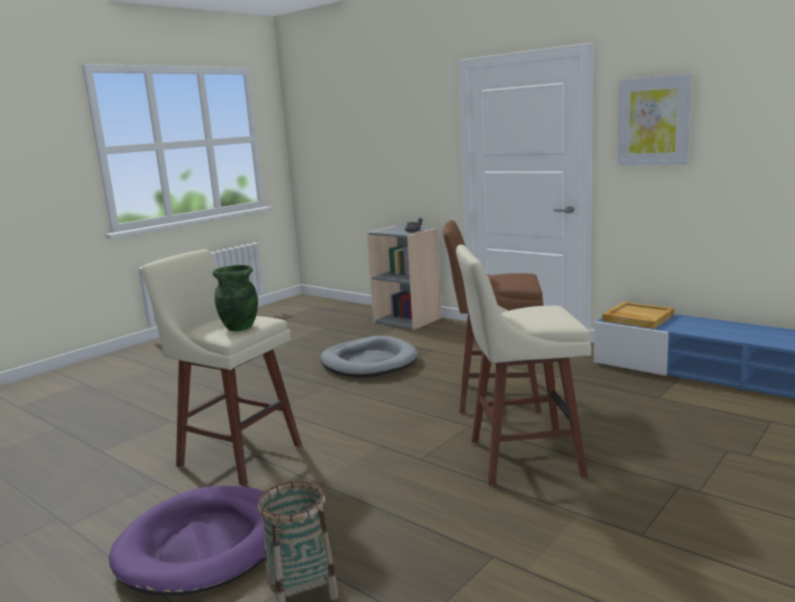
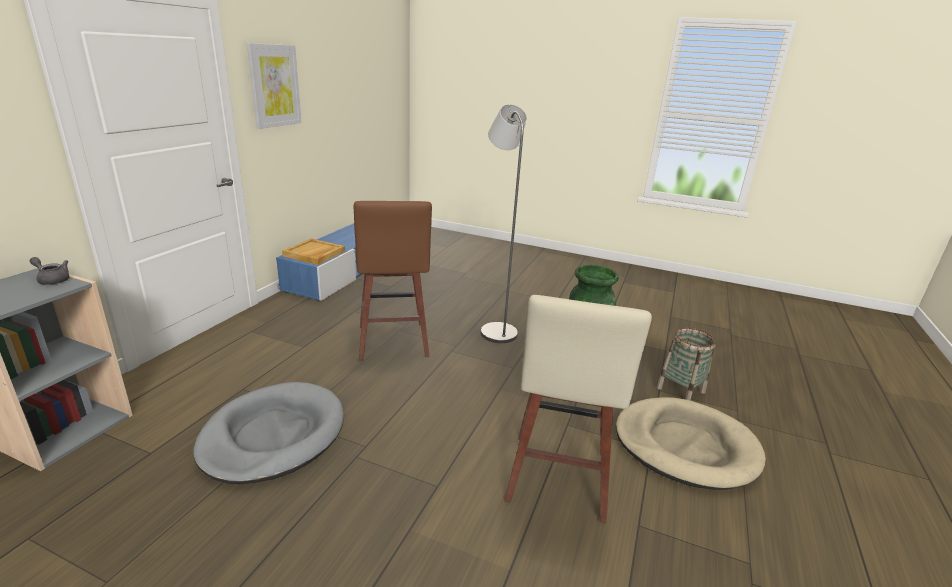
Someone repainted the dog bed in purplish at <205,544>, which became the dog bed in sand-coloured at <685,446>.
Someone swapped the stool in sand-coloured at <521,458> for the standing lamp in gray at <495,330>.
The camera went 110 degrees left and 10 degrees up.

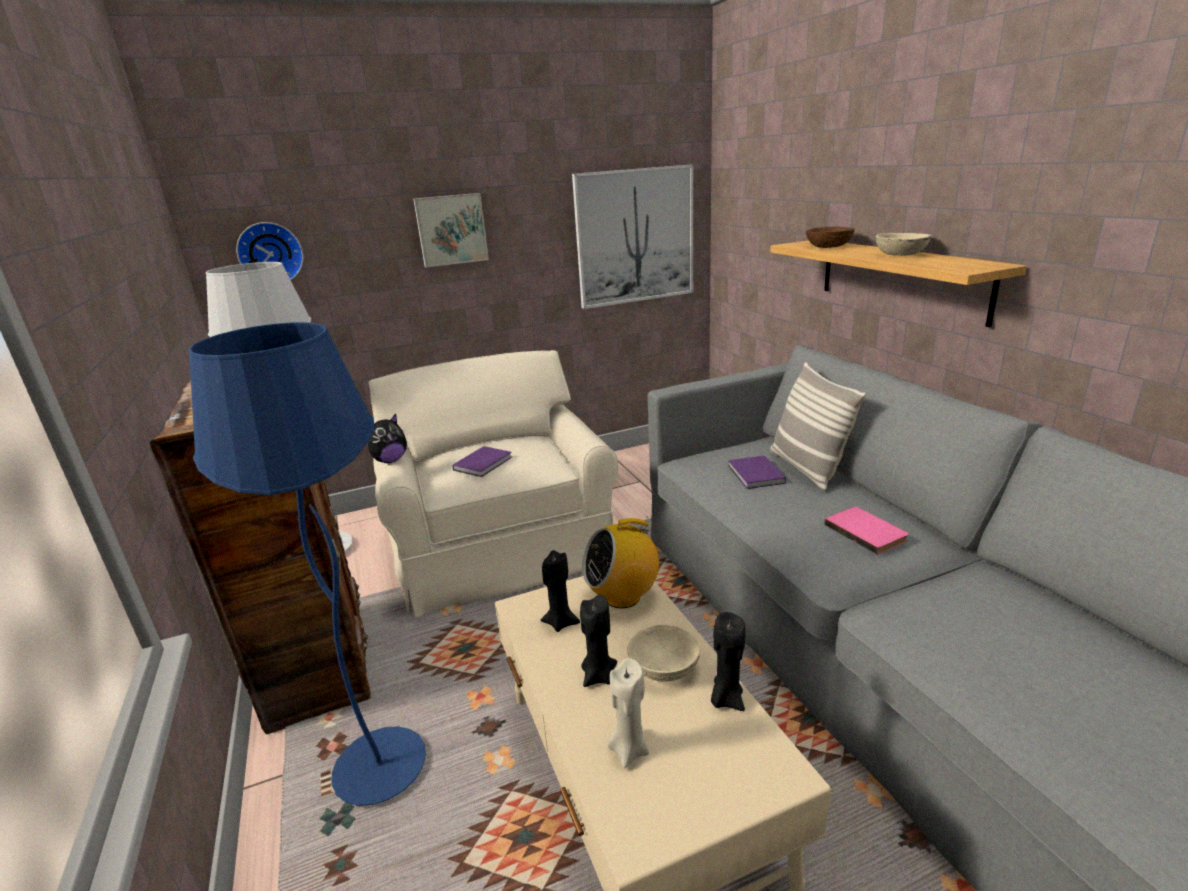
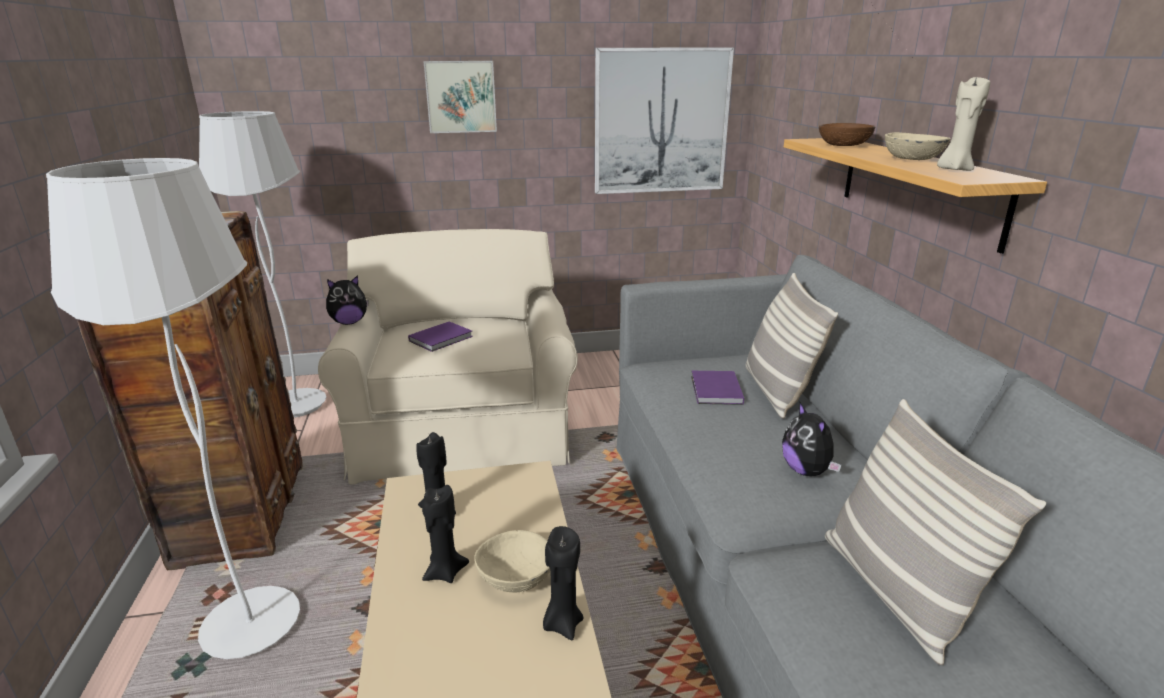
Someone repainted the standing lamp in blue-coloured at <381,769>, which became the standing lamp in whitish at <252,626>.
Someone took away the hanging clock at <270,253>.
Someone took away the radio receiver at <622,596>.
Someone carried the wax candle in sand-coloured from <629,749> to <954,169>.
Someone swapped the bound book in pink-coloured at <867,532> for the cuddly toy at <807,471>.
Someone put down the pillow at <895,591>.
The camera went 10 degrees right and 0 degrees up.

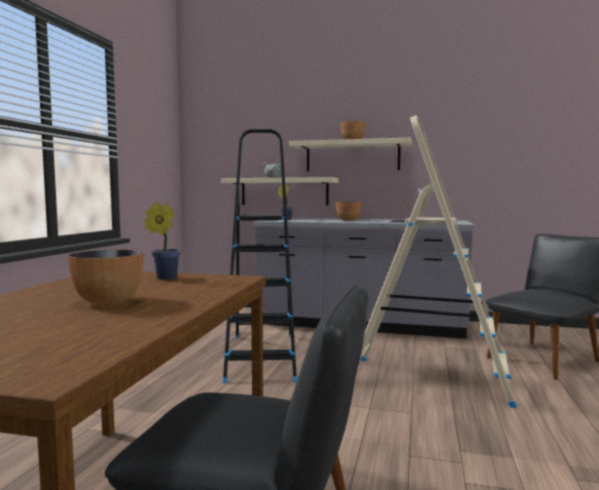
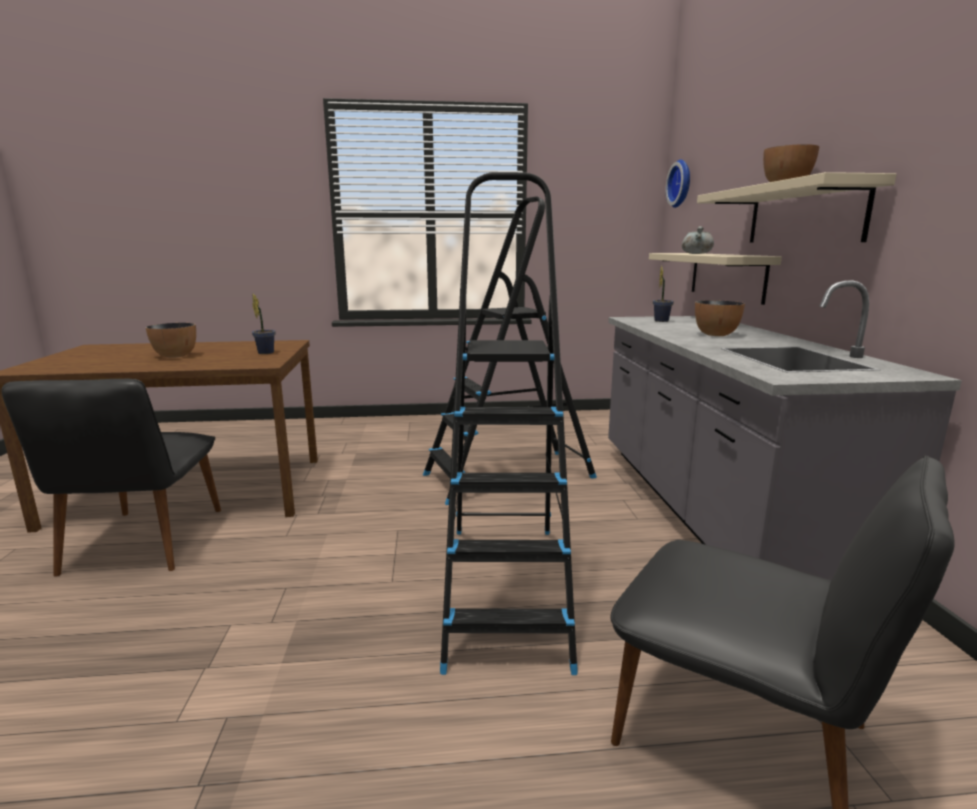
Someone repainted the step ladder in sand-coloured at <429,380>, which became the step ladder in blackish at <505,589>.
Someone put up the hanging clock at <681,183>.
The camera went 70 degrees right and 10 degrees up.

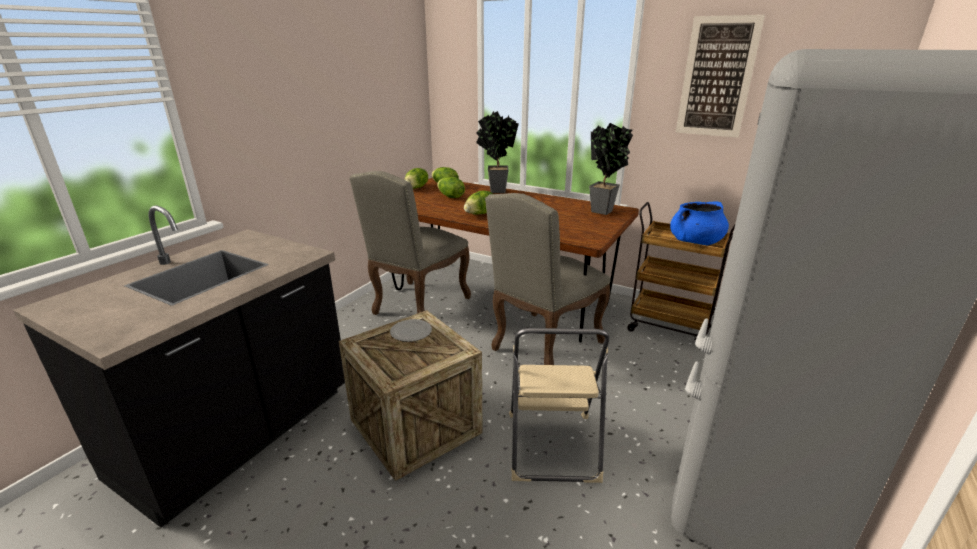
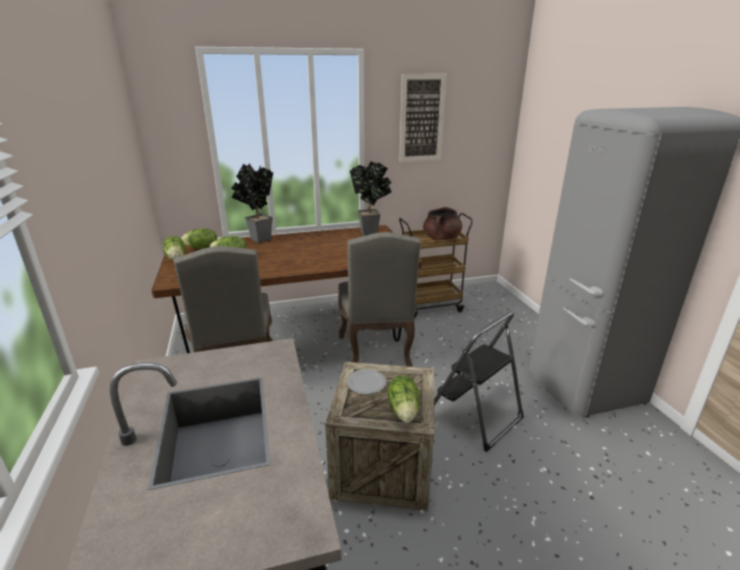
Someone carried the lettuce from <480,214> to <404,410>.
Someone repainted the step ladder in sand-coloured at <552,448>, which became the step ladder in blackish at <476,417>.
Someone repainted the stockpot in blue-coloured at <695,242>, which became the stockpot in brownish at <441,239>.
The camera went 45 degrees left and 0 degrees up.

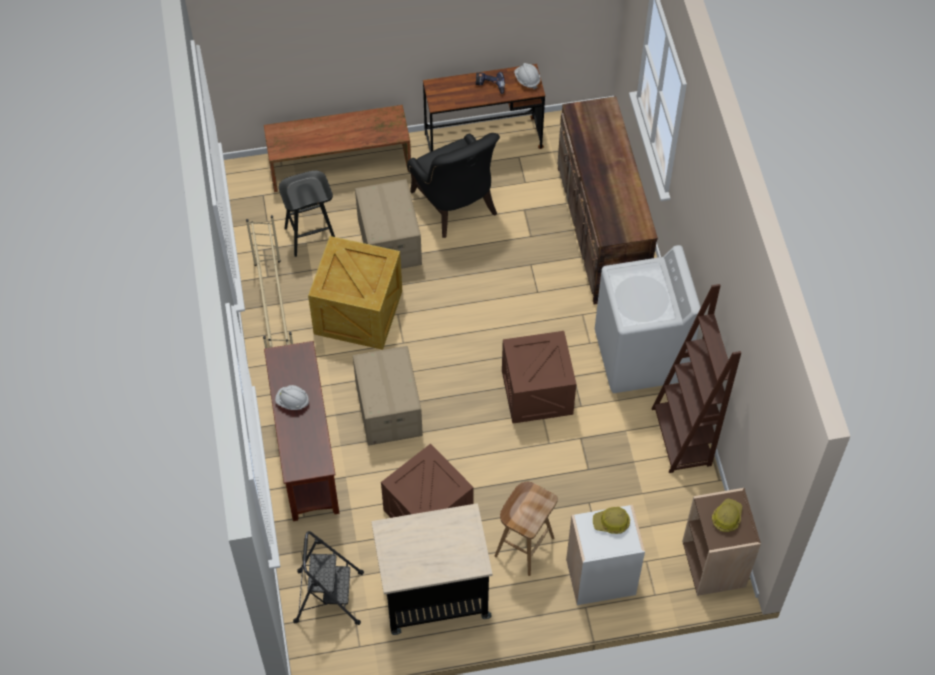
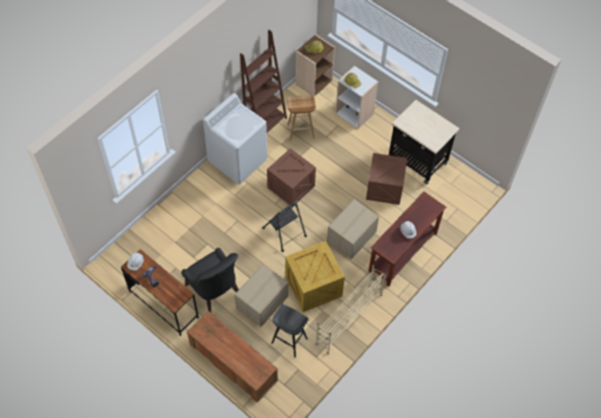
Someone carried the step ladder in blackish from <326,596> to <285,232>.
Someone rotated the chair in blackish at <455,203> by 120 degrees clockwise.
Someone carried the stool in brownish from <524,546> to <300,131>.
Someone took away the storage cabinet in brownish at <600,232>.
The camera went 130 degrees left and 0 degrees up.

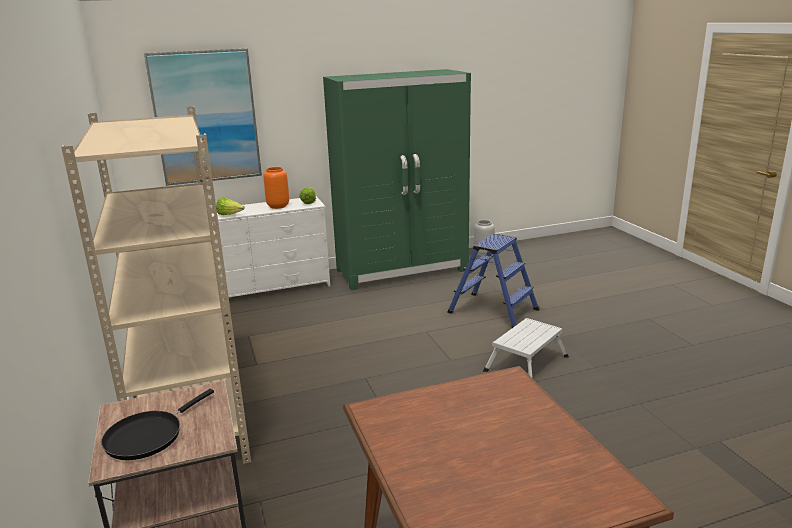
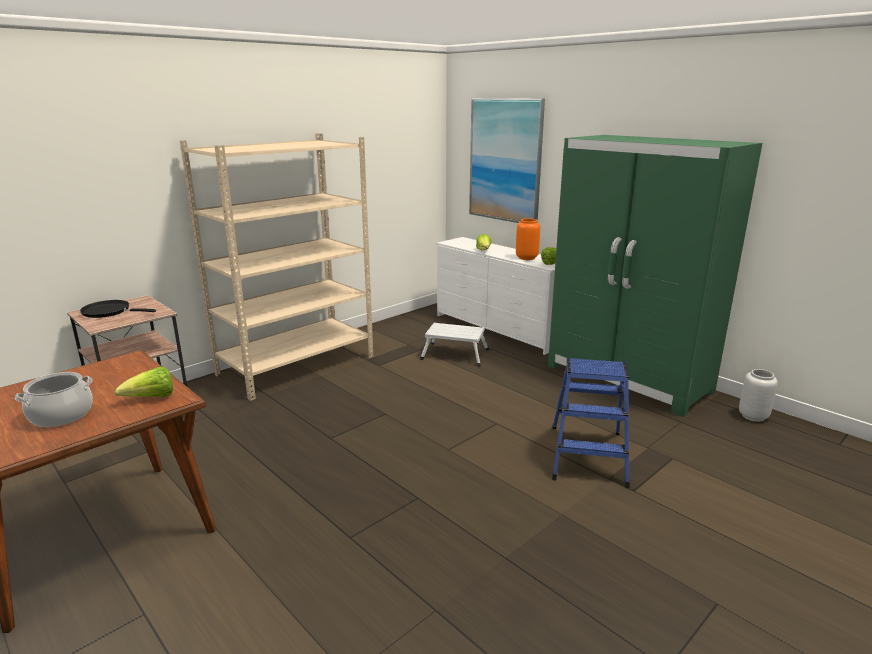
Someone carried the step ladder in whitish from <526,363> to <455,354>.
Someone put down the stockpot at <61,415>.
Someone put down the lettuce at <151,398>.
The camera went 65 degrees right and 0 degrees up.

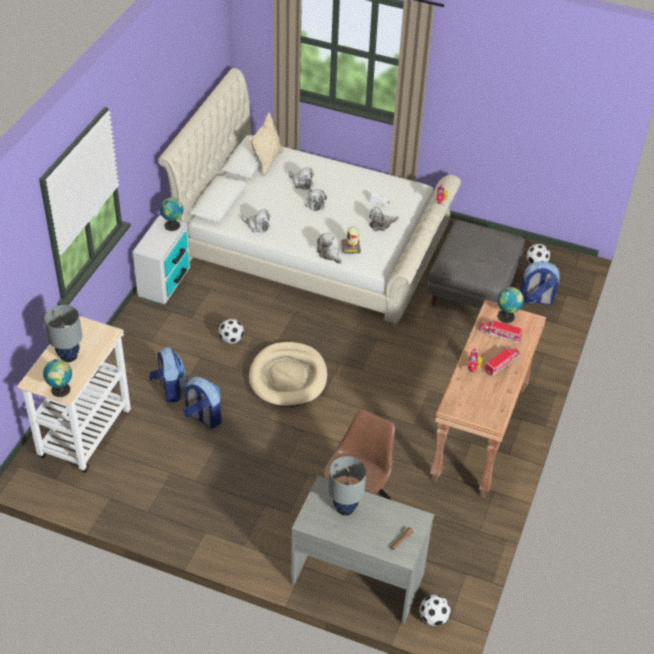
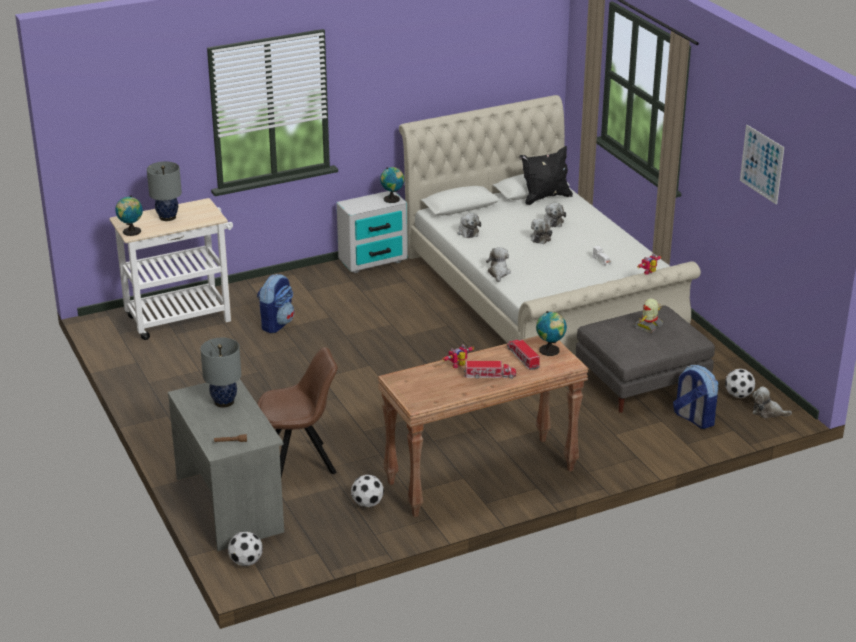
Someone took away the rucksack at <203,417>.
Someone carried the football ball from <231,339> to <368,503>.
Someone repainted the pillow in sand-coloured at <266,162>, which became the pillow in blackish at <545,197>.
Someone took away the dog bed in sand-coloured at <288,377>.
Someone carried the robot figure from <351,248> to <648,326>.
Someone carried the cuddly toy from <381,224> to <767,412>.
Someone put up the picture at <761,164>.
The camera went 45 degrees right and 15 degrees down.

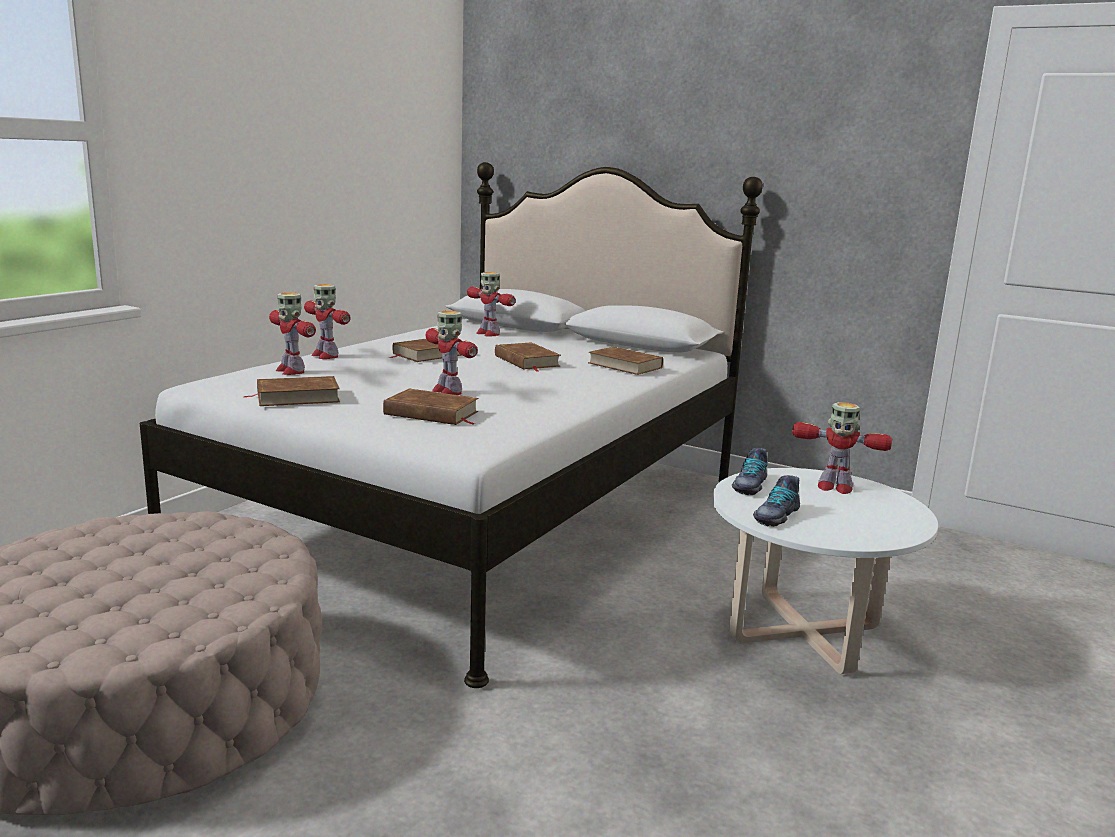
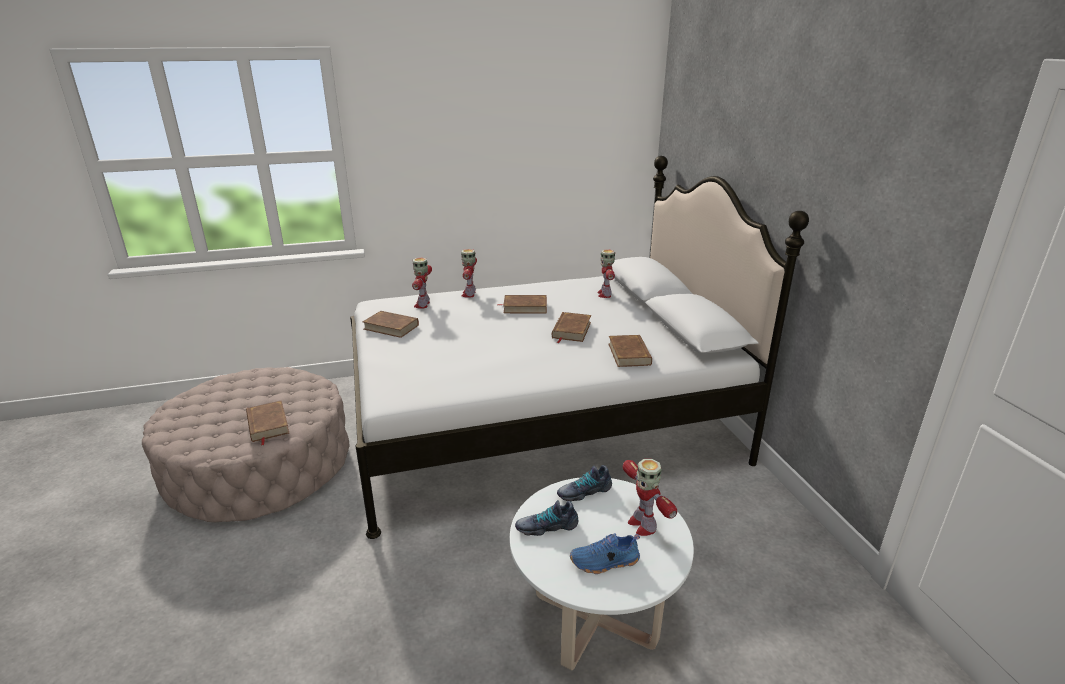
Someone carried the bound book in brownish from <431,413> to <267,425>.
Someone took away the robot figure at <447,391>.
Someone put down the shoe in blue-coloured at <605,563>.
The camera went 45 degrees right and 10 degrees up.

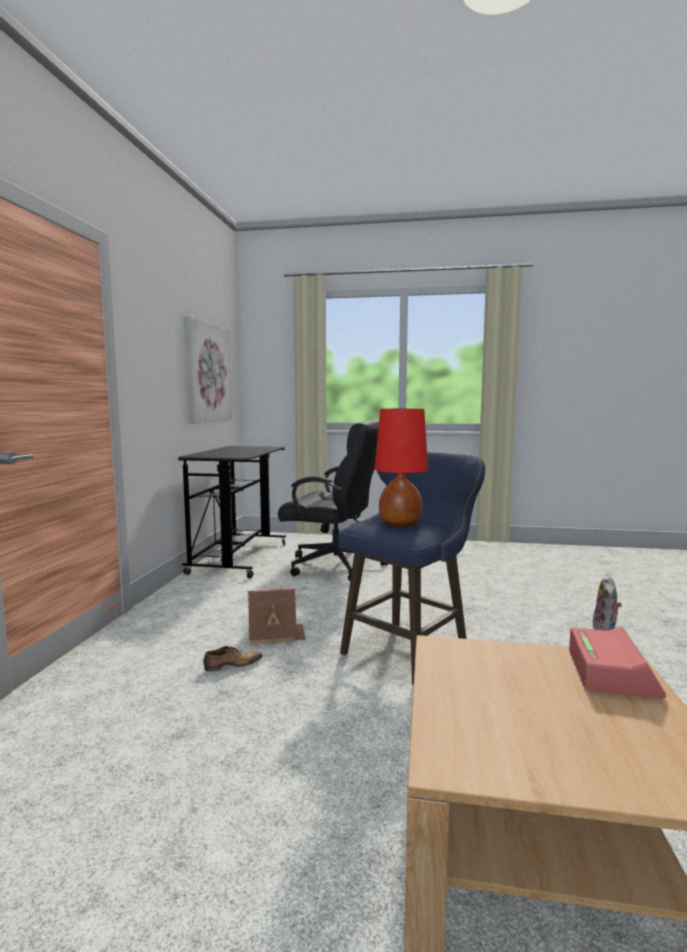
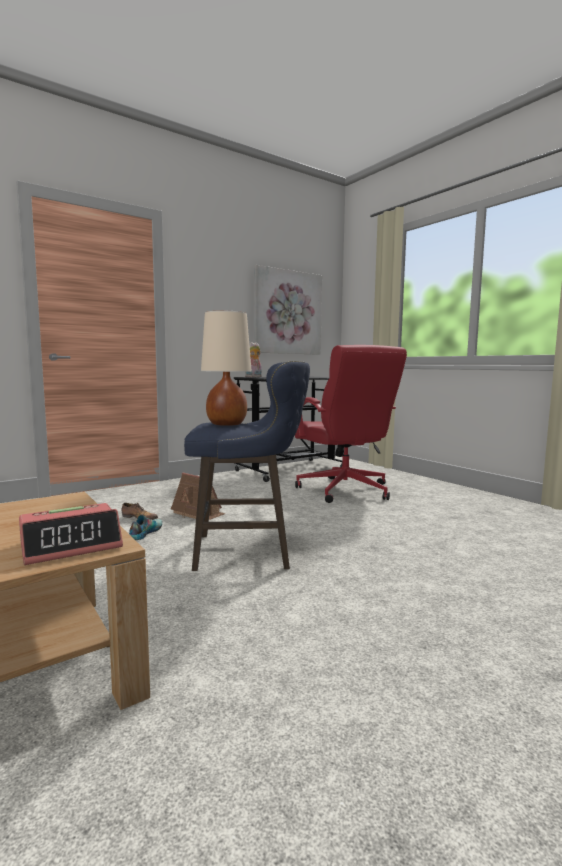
Someone repainted the office chair in blackish at <335,565>, which became the office chair in red-coloured at <344,489>.
Someone repainted the table lamp in red-coloured at <399,524>, which became the table lamp in sand-coloured at <226,424>.
Someone carried the cuddly toy from <606,628> to <253,377>.
Someone put down the shoe at <144,532>.
The camera went 45 degrees right and 0 degrees up.

